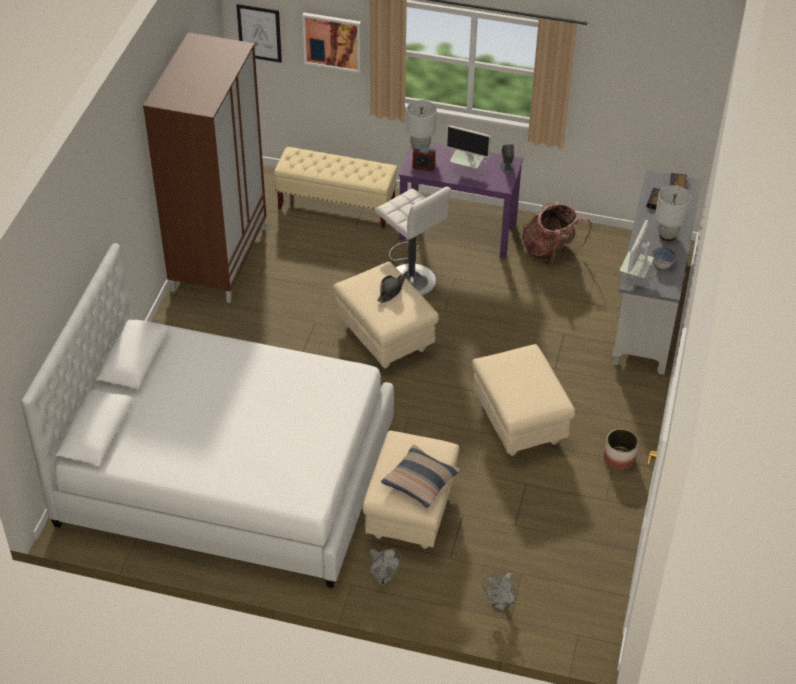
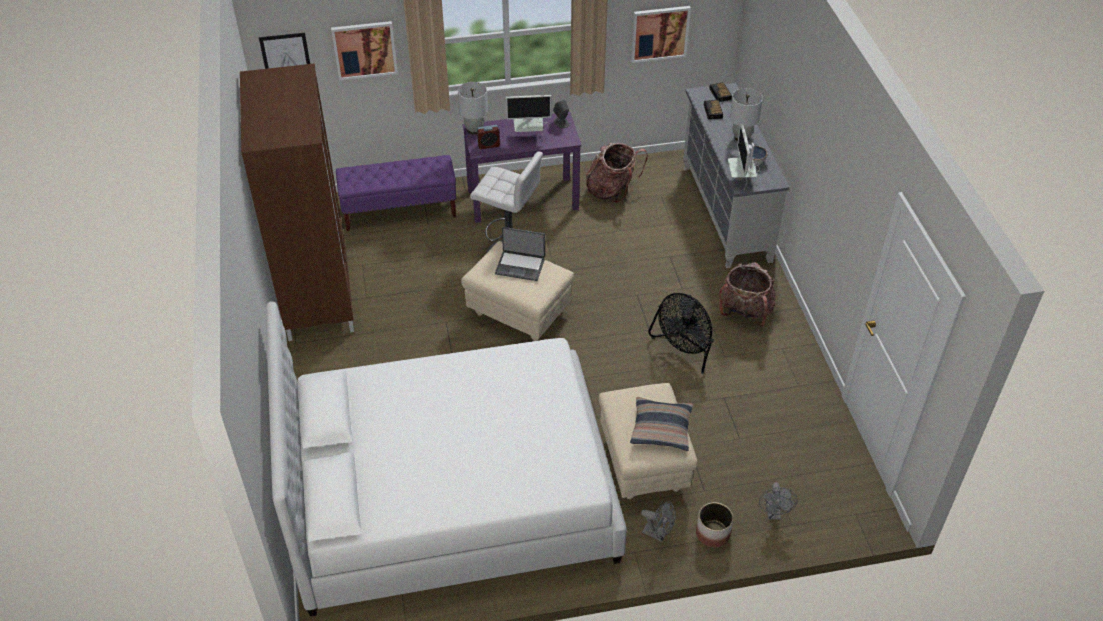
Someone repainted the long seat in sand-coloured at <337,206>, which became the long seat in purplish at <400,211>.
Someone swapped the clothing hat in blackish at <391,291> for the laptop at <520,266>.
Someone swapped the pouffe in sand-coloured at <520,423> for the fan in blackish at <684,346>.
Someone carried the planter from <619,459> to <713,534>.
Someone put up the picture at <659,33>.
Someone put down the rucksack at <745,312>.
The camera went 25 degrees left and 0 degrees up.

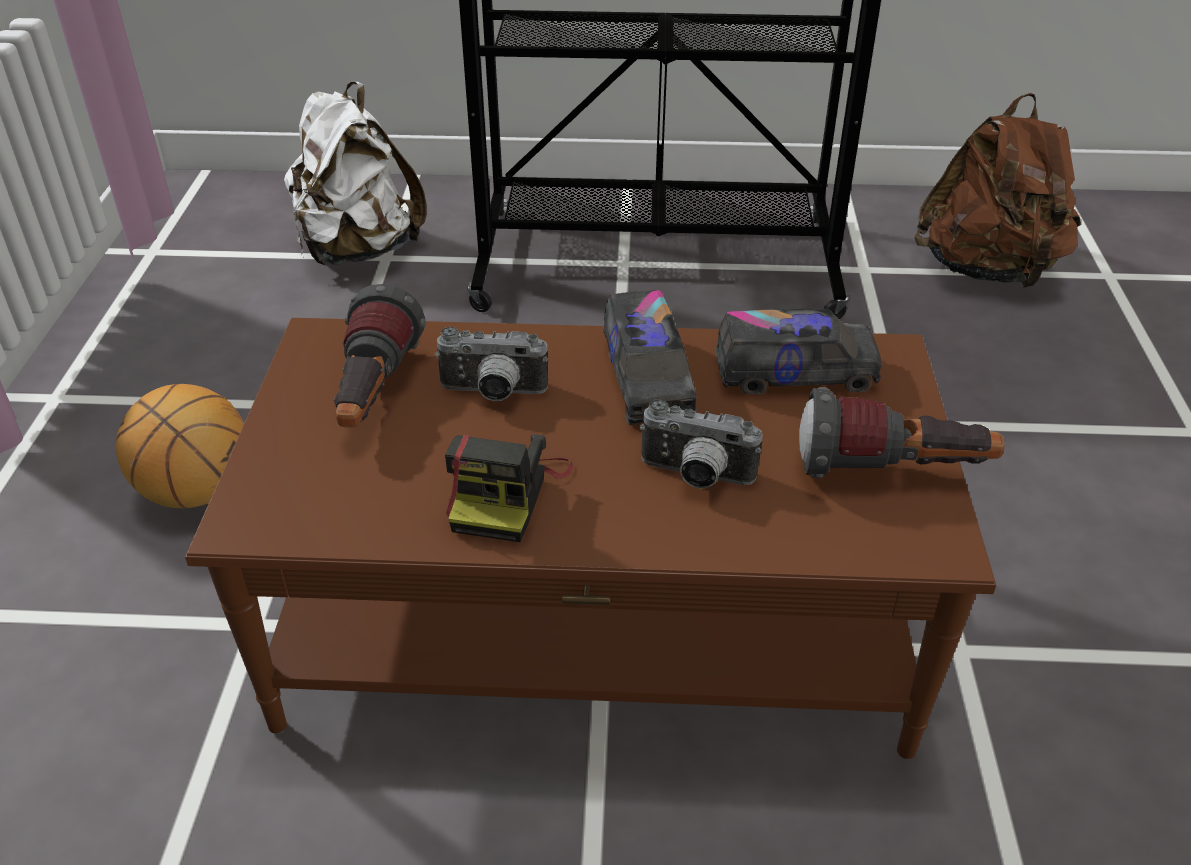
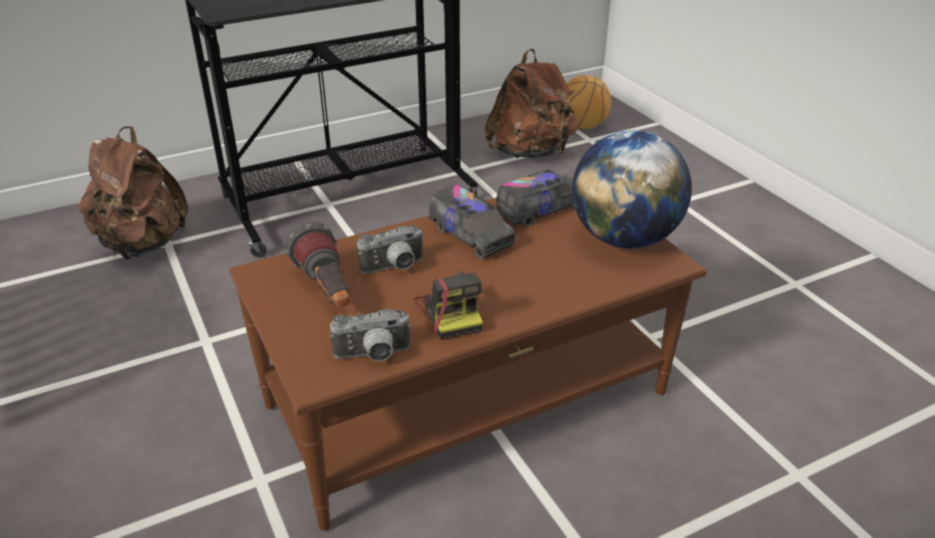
Someone carried the basketball from <197,492> to <582,126>.
Someone repainted the rucksack in whitish at <357,250>, which became the rucksack in brownish at <143,245>.
Someone carried the still camera from <695,477> to <373,356>.
Someone swapped the torch at <892,472> for the desk globe at <624,239>.
The camera went 30 degrees left and 5 degrees down.

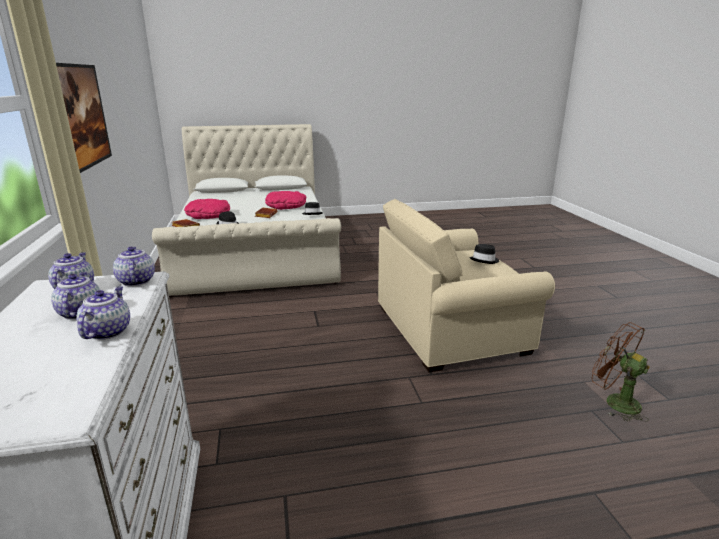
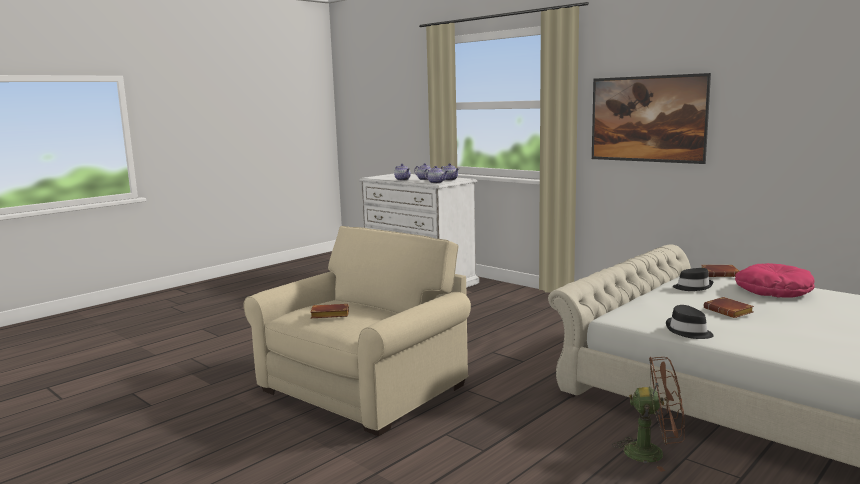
Someone took away the pillow in pink-coloured at <286,206>.
Someone swapped the clothing hat in blackish at <484,260> for the bound book in brownish at <329,315>.
Someone carried the fan in brownish from <614,402> to <653,453>.
The camera went 145 degrees right and 10 degrees down.

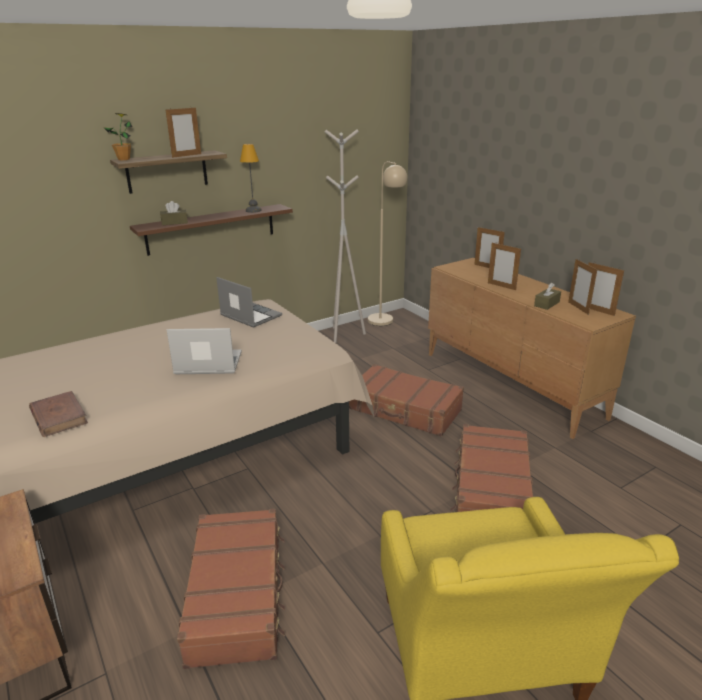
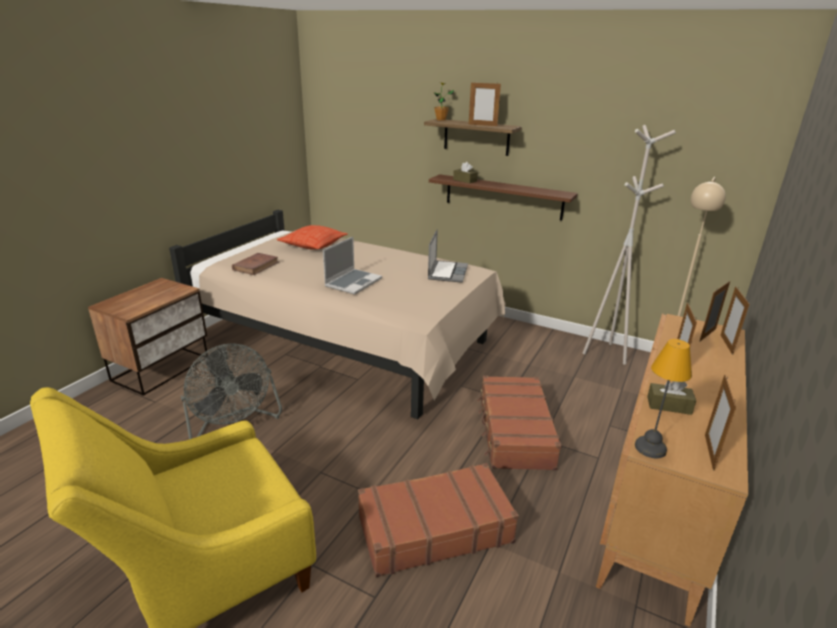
Someone rotated the laptop at <207,364> by 60 degrees clockwise.
Someone swapped the travel case in brownish at <238,594> for the fan in gray at <229,424>.
Someone carried the table lamp from <253,210> to <650,447>.
Someone carried the photo frame from <578,308> to <707,335>.
Someone put down the pillow in orangey at <313,245>.
The camera went 60 degrees right and 0 degrees up.

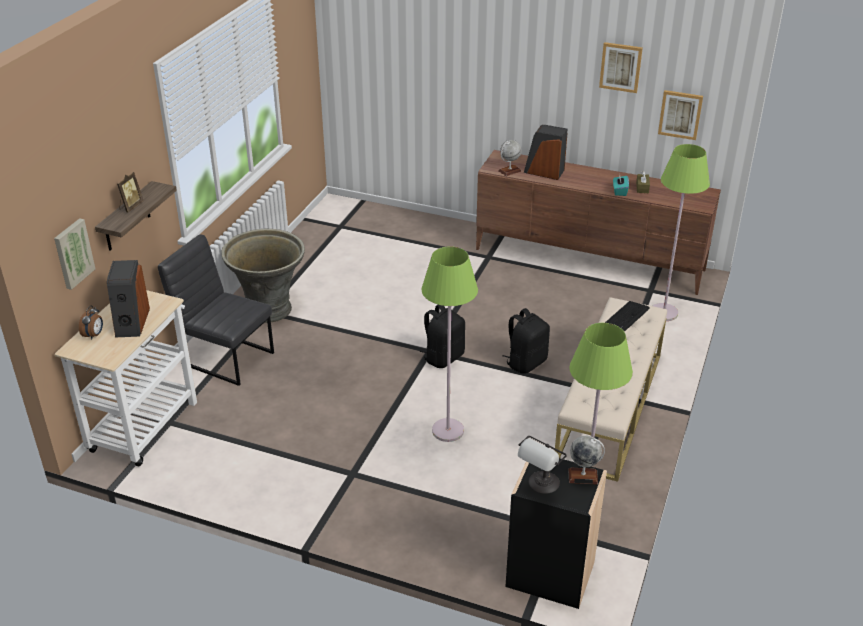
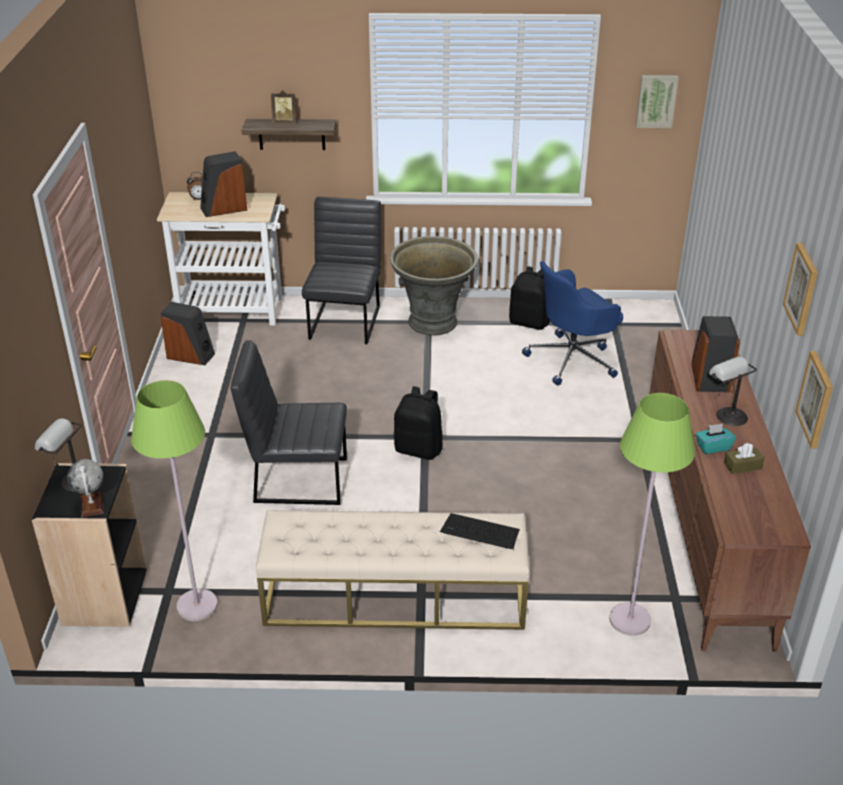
Someone carried the picture from <73,253> to <656,101>.
Someone swapped the standing lamp in greenish at <447,431> for the chair in gray at <297,479>.
Someone took away the desk globe at <509,171>.
Someone carried the rucksack in blackish from <526,362> to <529,322>.
Someone put down the loudspeaker at <191,355>.
Someone put down the office chair in blue-coloured at <573,359>.
Someone put down the table lamp at <726,413>.
The camera went 70 degrees right and 0 degrees up.

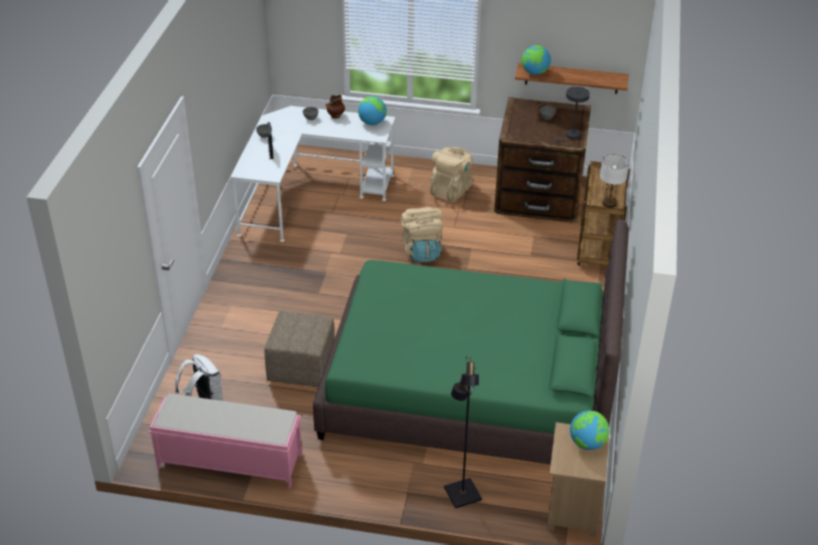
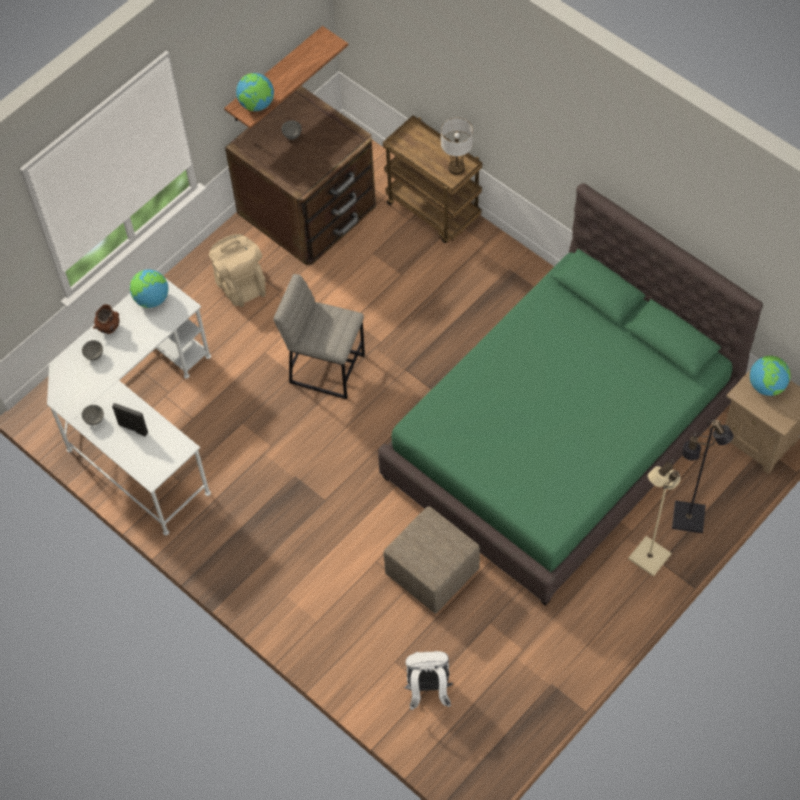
Someone took away the long seat in pink-coloured at <229,461>.
Someone swapped the rucksack in sand-coloured at <421,251> for the chair in gray at <325,368>.
Someone took away the table lamp in gray at <571,136>.
Someone put down the standing lamp in sand-coloured at <649,556>.
The camera went 55 degrees left and 20 degrees up.

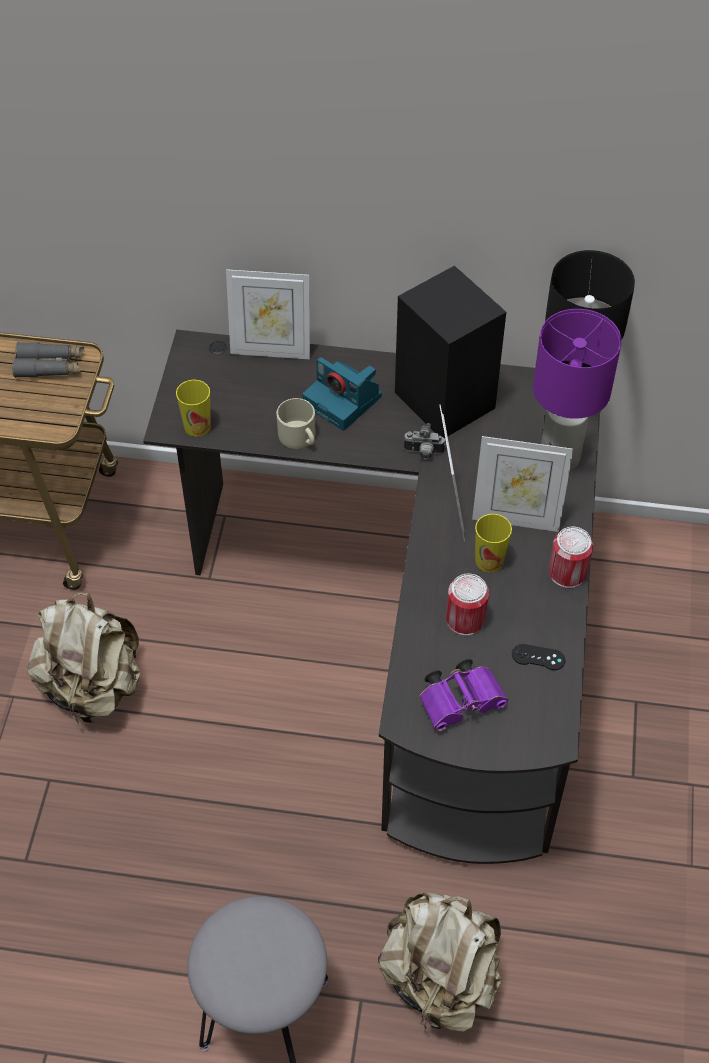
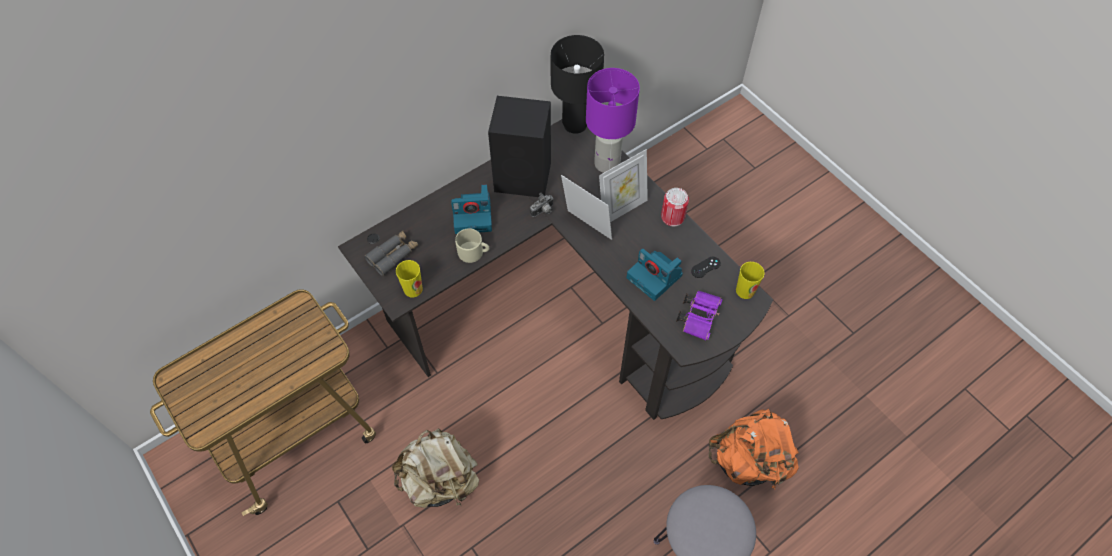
Someone carried the field glasses in gray from <50,366> to <393,255>.
Someone took away the photo frame at <271,350>.
Someone repainted the rucksack in sand-coloured at <440,978>, which became the rucksack in orangey at <749,461>.
Someone swapped the metal can at <465,619> for the still camera at <655,277>.
Someone carried the drinking cup from <489,560> to <745,290>.
The camera went 45 degrees left and 5 degrees up.

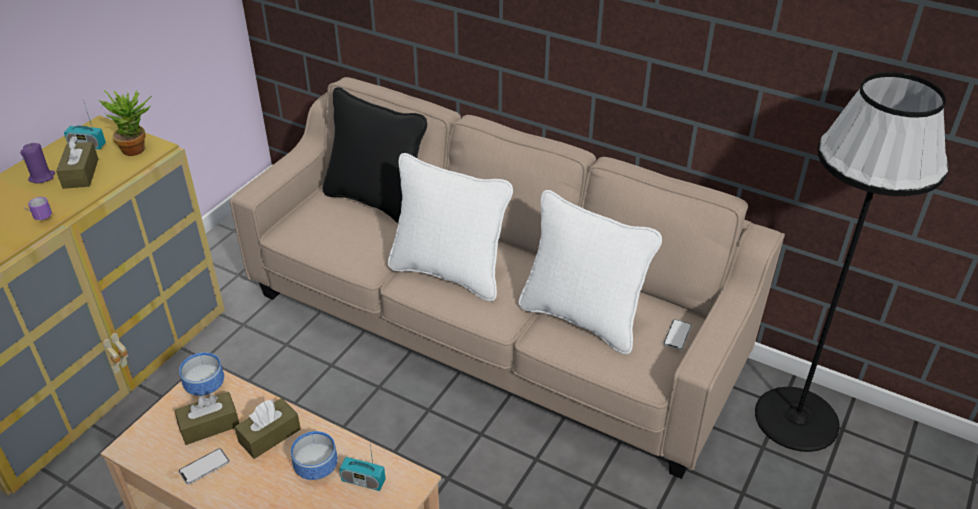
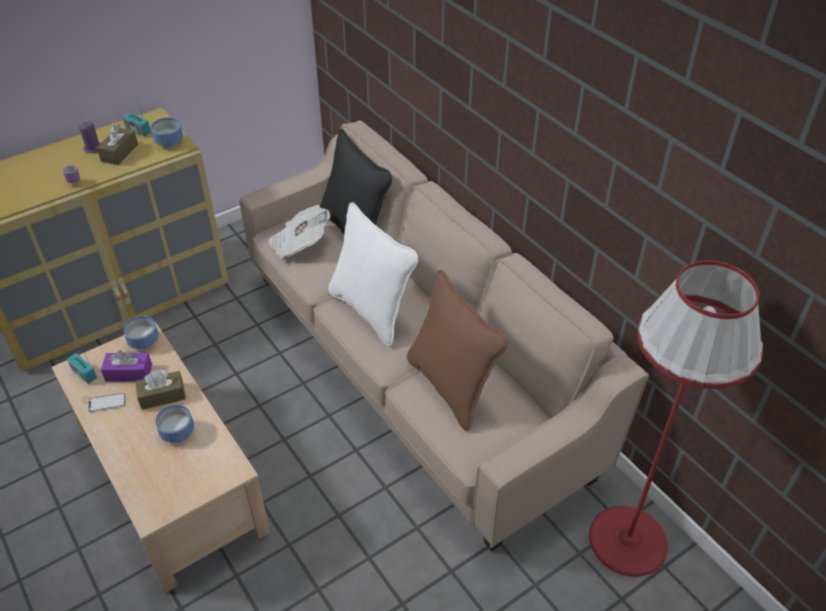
Someone swapped the plant in a pot at <138,149> for the serving bowl at <169,143>.
Someone repainted the box of tissues in brownish at <209,425>, which became the box of tissues in purplish at <129,373>.
Someone carried the radio receiver from <363,481> to <84,374>.
Someone repainted the pillow in whitish at <582,318>, which became the pillow in brownish at <451,386>.
Someone took away the telephone at <677,335>.
Someone repainted the standing lamp in blackish at <797,418>, which became the standing lamp in red-coloured at <628,540>.
Someone put down the printed paper at <299,244>.
The camera went 25 degrees right and 5 degrees up.

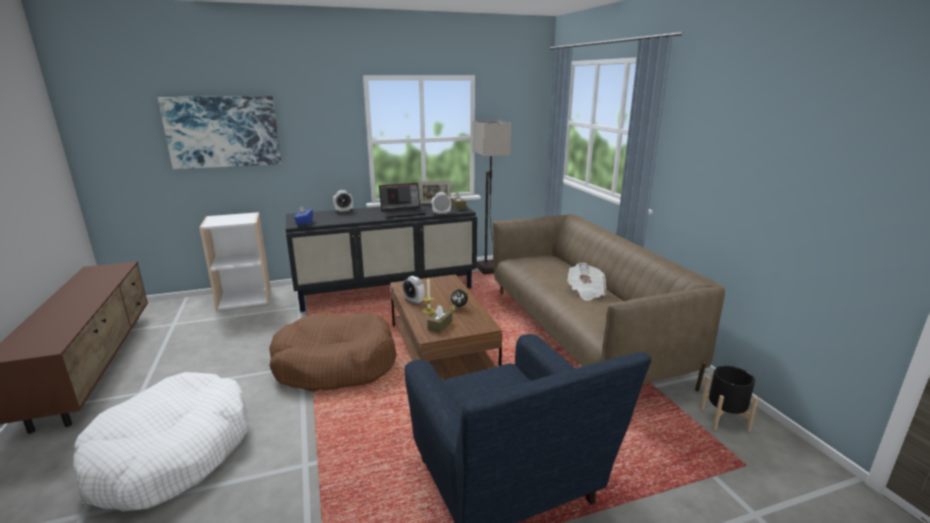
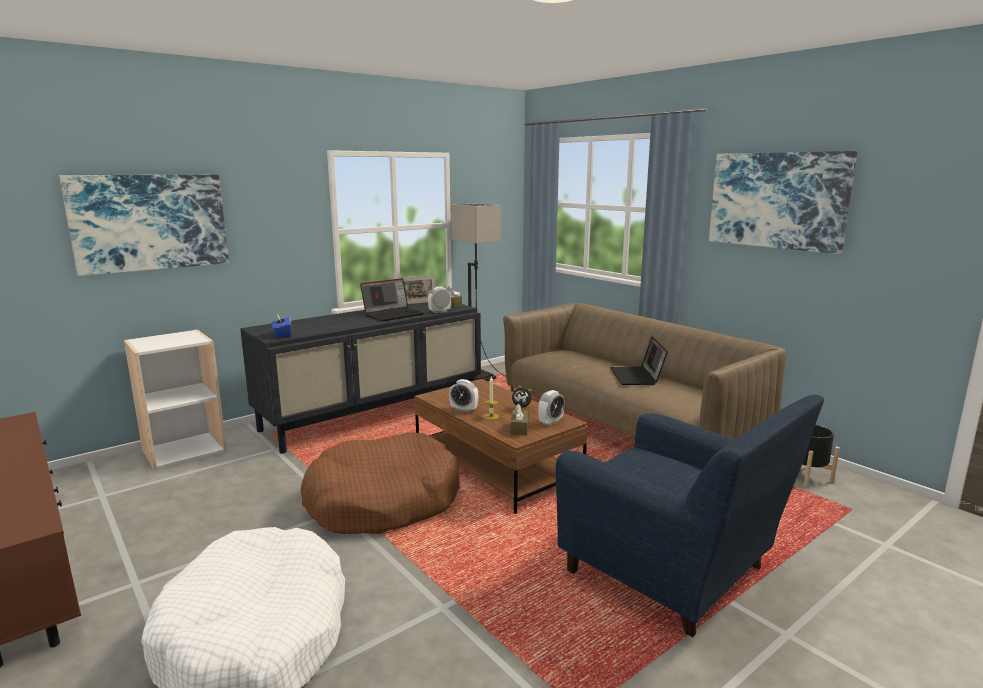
Someone carried the alarm clock from <343,211> to <551,422>.
Someone swapped the printed paper at <586,292> for the laptop at <637,377>.
Someone put up the picture at <777,200>.
The camera went 20 degrees left and 5 degrees down.

